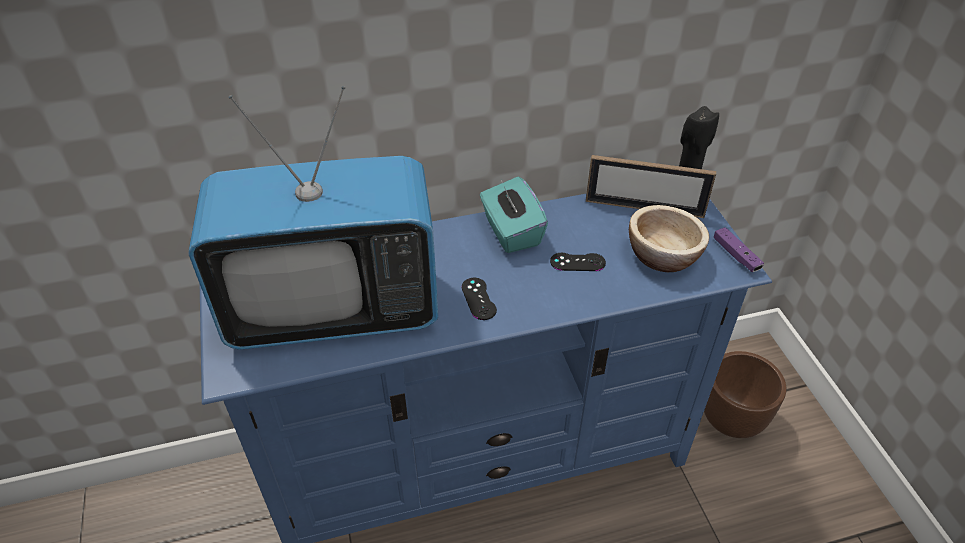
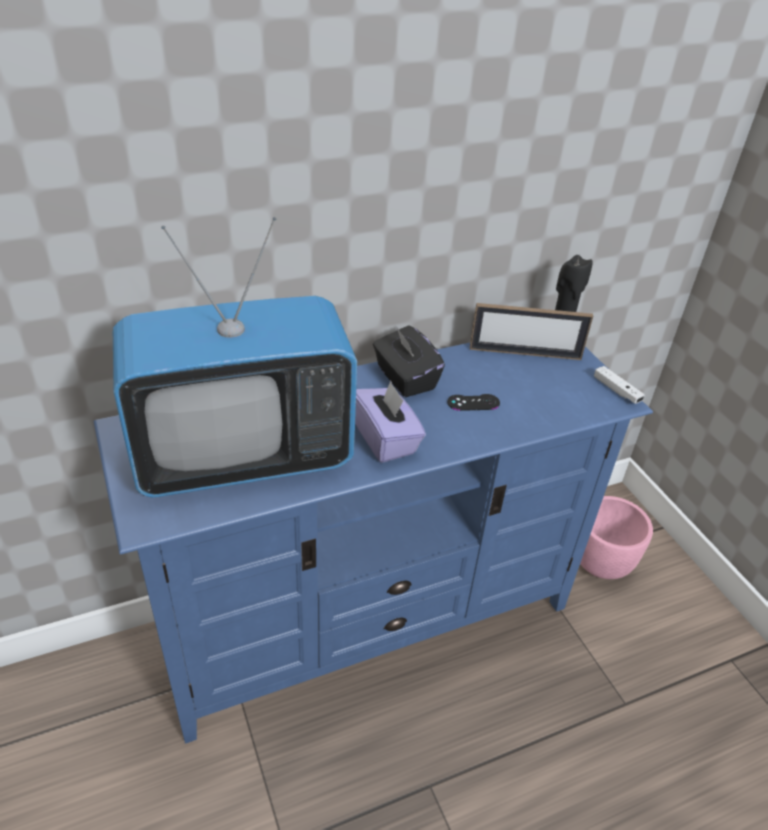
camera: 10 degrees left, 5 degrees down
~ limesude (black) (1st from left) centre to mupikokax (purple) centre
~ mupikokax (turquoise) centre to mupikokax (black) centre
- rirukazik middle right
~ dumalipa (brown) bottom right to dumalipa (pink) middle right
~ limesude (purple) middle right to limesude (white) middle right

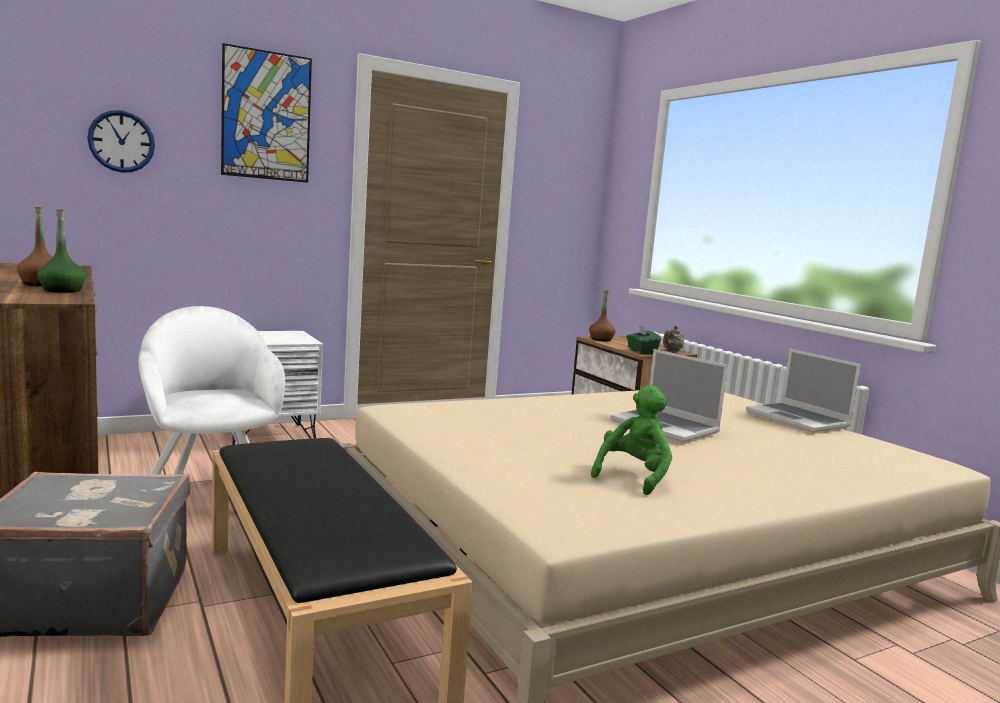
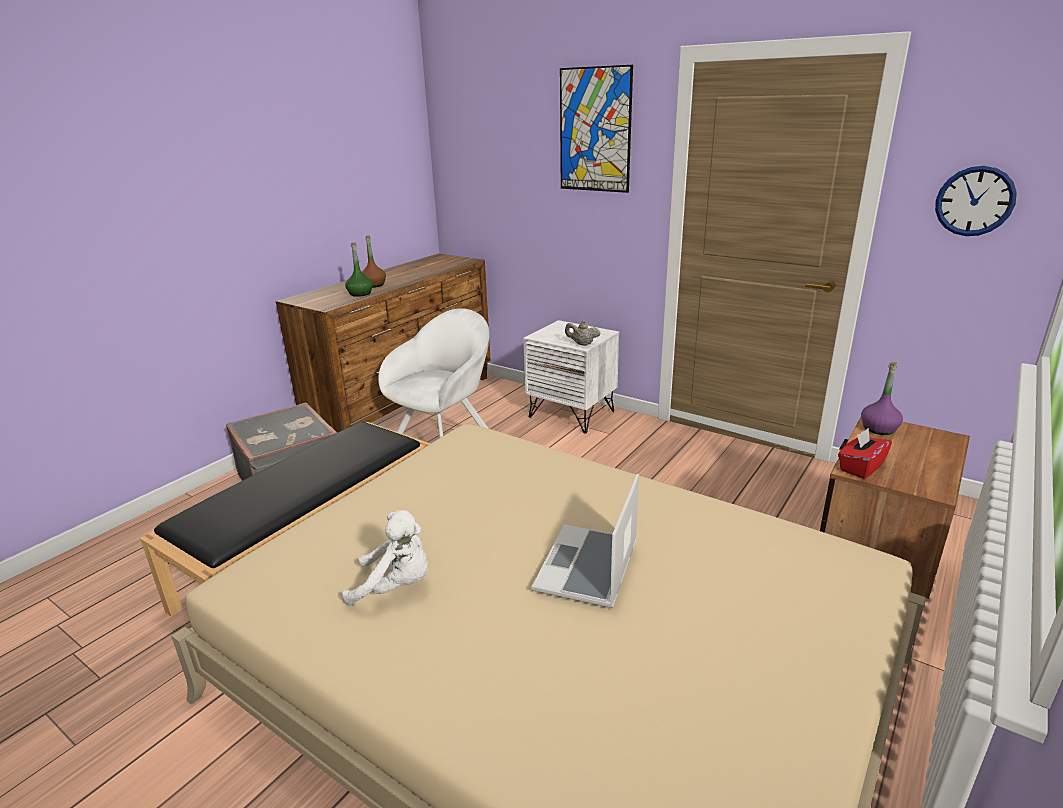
camera: 65 degrees right, 15 degrees up
~ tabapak top left to top right
~ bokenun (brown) (2nd from left) centre to bokenun (purple) middle right
~ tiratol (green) centre to tiratol (white) bottom centre
~ mupikokax (green) centre to mupikokax (red) middle right
~ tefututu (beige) middle right to centre
- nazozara (2nd from left) middle right

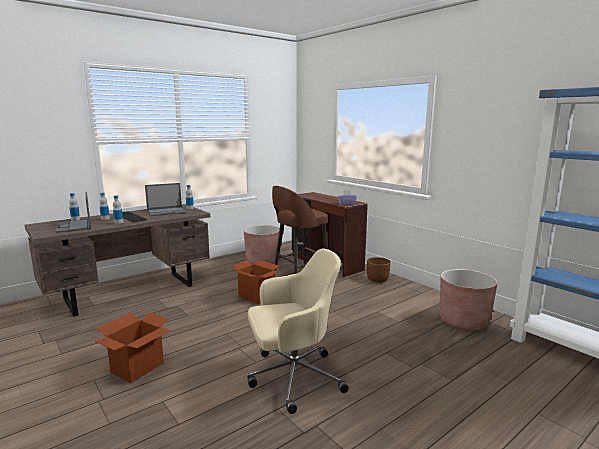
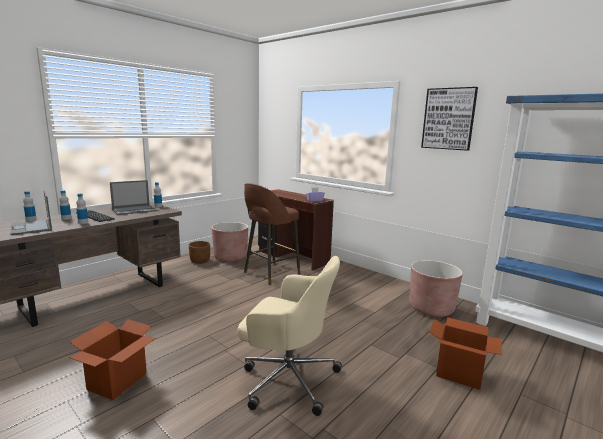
camera: 10 degrees left, 0 degrees up
~ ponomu (2nd from left) centre to bottom right
~ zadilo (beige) bottom centre = bottom centre 45 degrees clockwise
~ dumalipa (brown) (2nd from left in the first image) centre to dumalipa (brown) (1st from left) middle left
+ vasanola top right

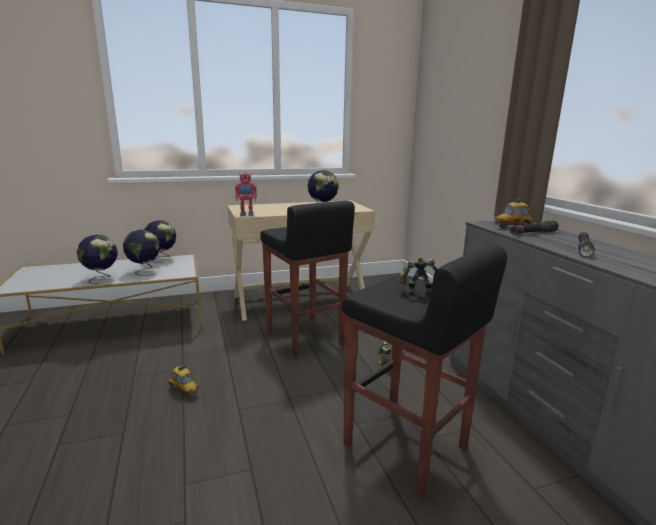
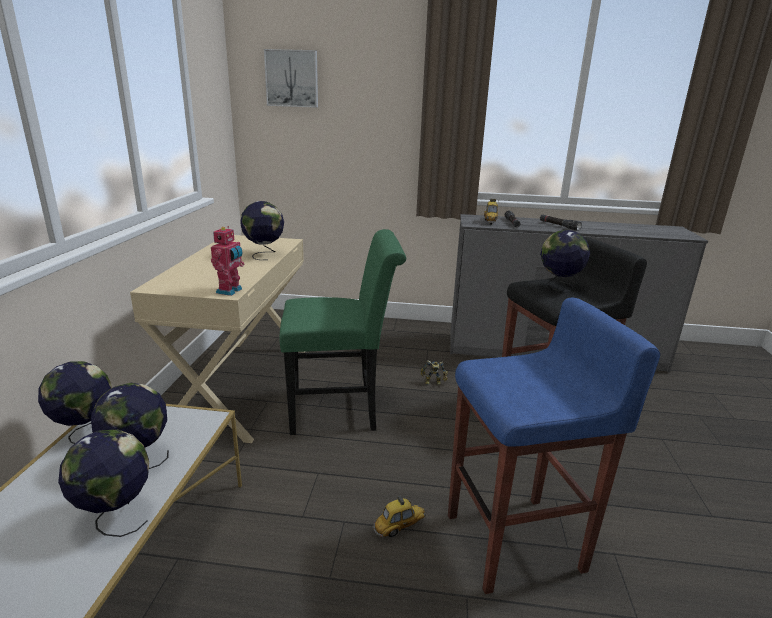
camera: 65 degrees left, 5 degrees up
~ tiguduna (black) (1st from left) centre to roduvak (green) centre
~ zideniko (3rd from left) centre to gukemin (5th from left) middle right
+ vasanola top centre
+ tiguduna (blue) bottom right

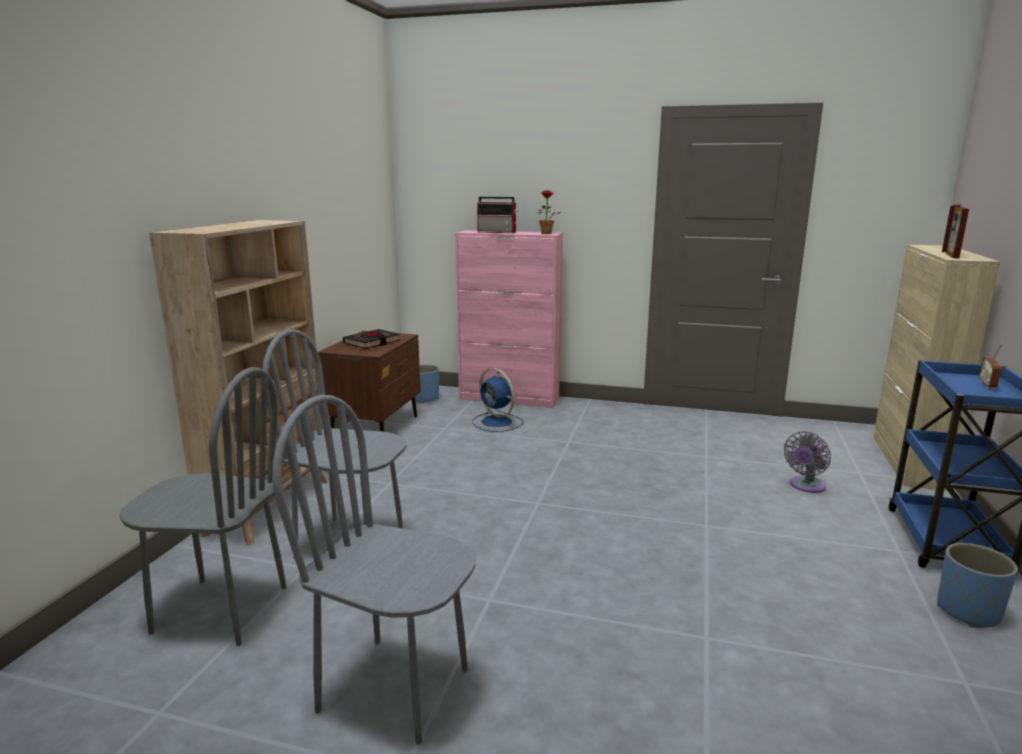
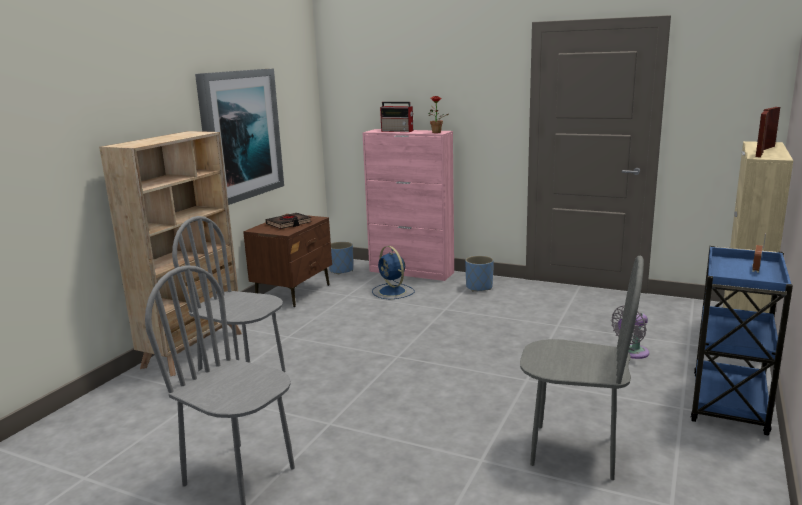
camera: 10 degrees right, 0 degrees up
~ roduvak (grey) (1st from left in the first image) bottom left to roduvak (grey) (3rd from left) bottom right
~ dumalipa (blue) (2nd from left) bottom right to centre
+ vasanola top left

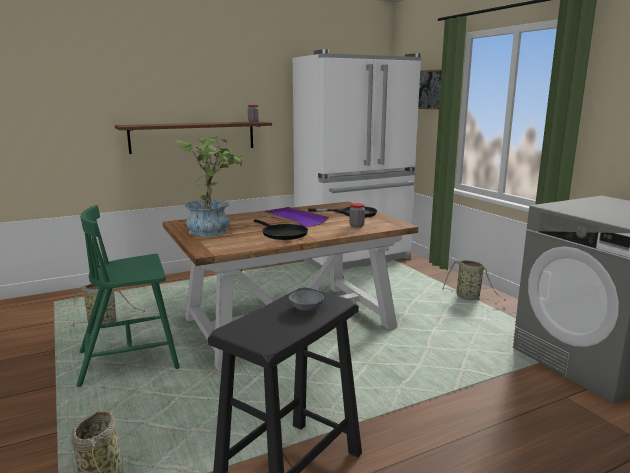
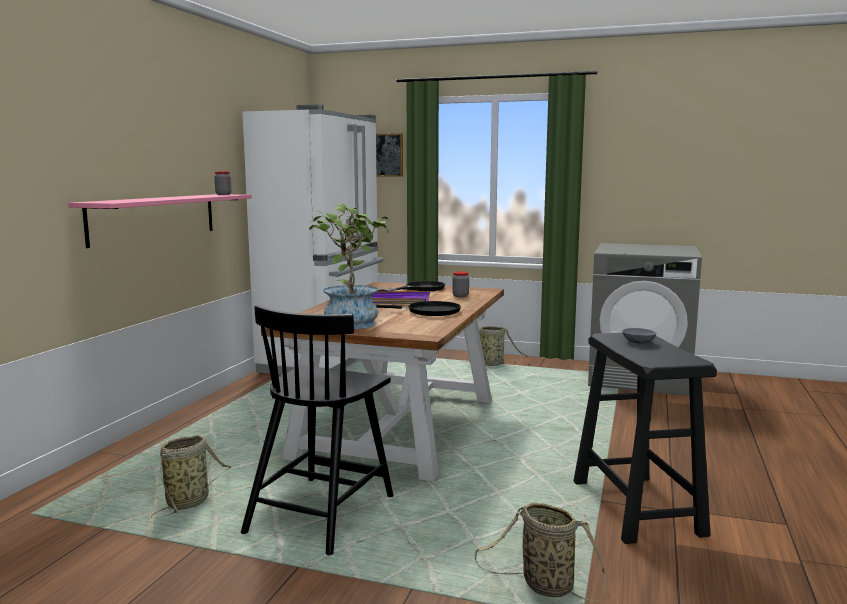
camera: 45 degrees left, 5 degrees down
~ roduvak (green) middle left to roduvak (black) bottom centre
~ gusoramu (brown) top left to gusoramu (pink) middle left

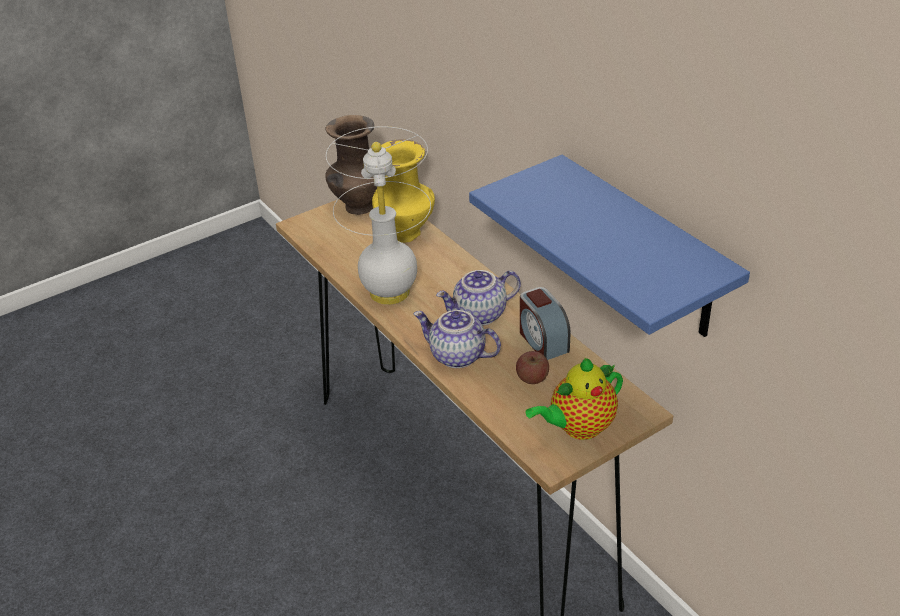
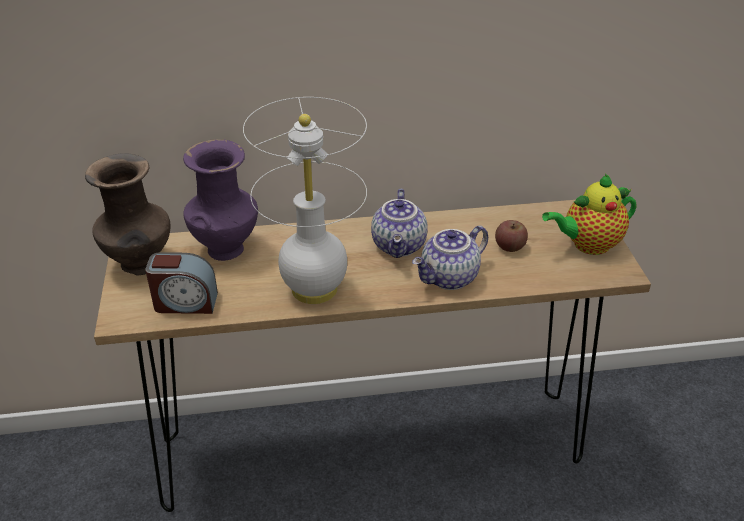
camera: 65 degrees left, 0 degrees up
~ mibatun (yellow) top centre to mibatun (purple) middle left
- gusoramu (blue) middle right
~ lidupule centre to middle left
~ tefututu (3rd from left) centre = middle right 75 degrees clockwise

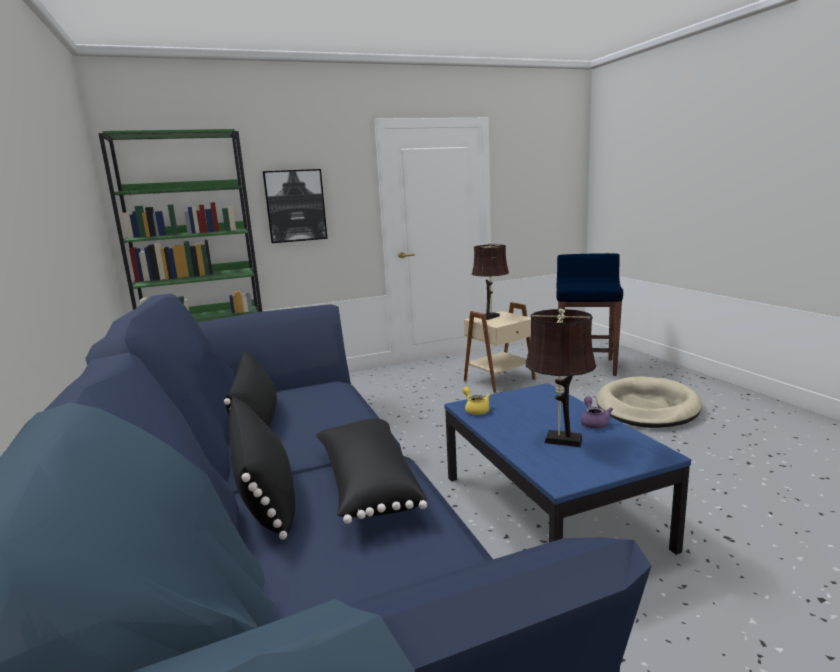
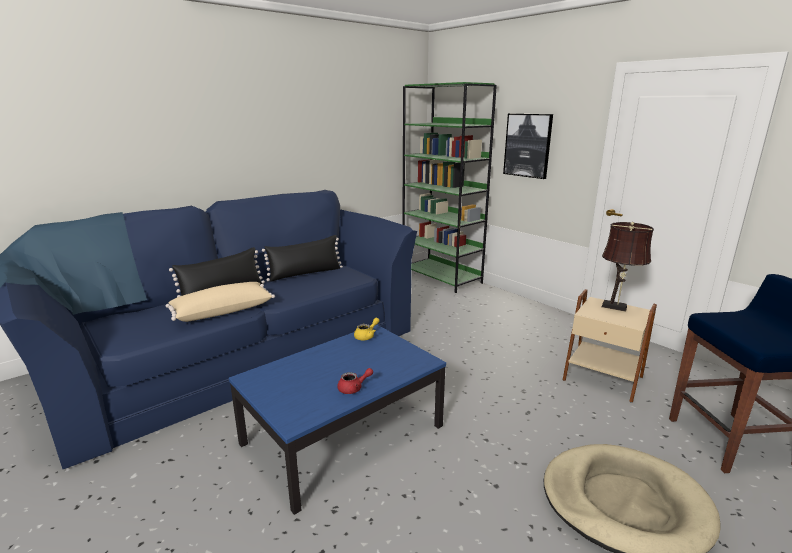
camera: 70 degrees right, 5 degrees up
~ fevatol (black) (3rd from left) bottom centre to fevatol (beige) middle left
- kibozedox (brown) (2nd from left) middle right
~ tefututu (purple) middle right to tefututu (red) bottom centre

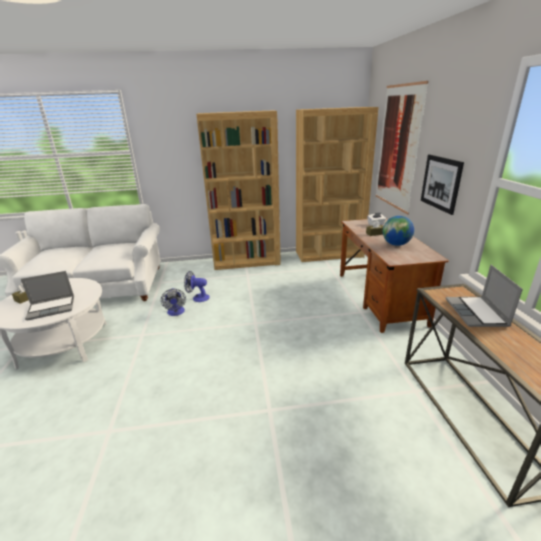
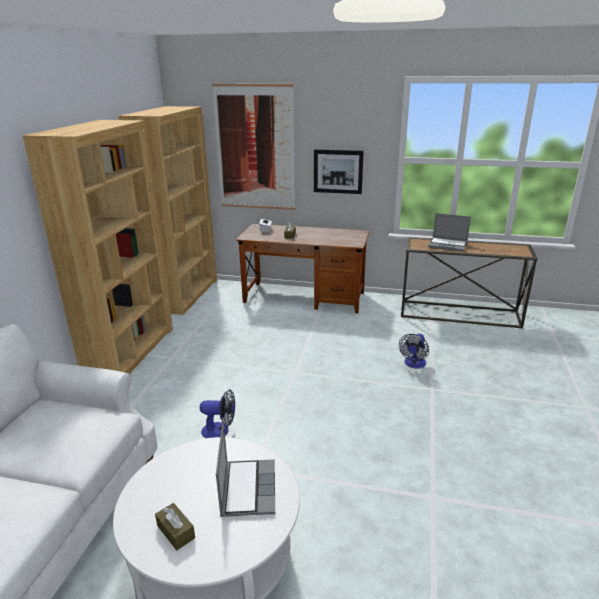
camera: 70 degrees left, 0 degrees up
~ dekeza (2nd from left) centre to middle right
- gukemin middle right

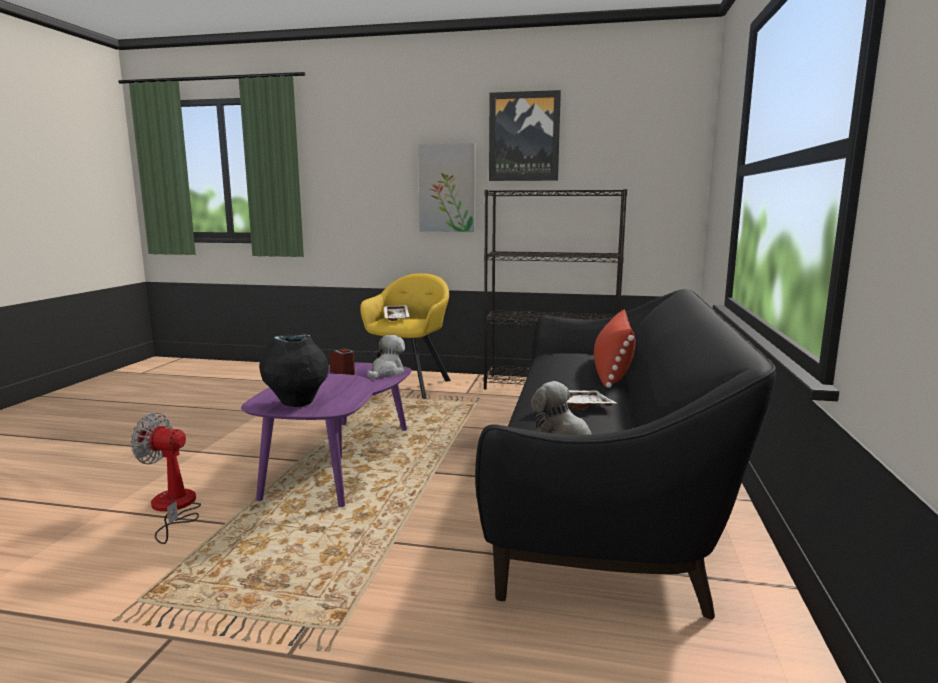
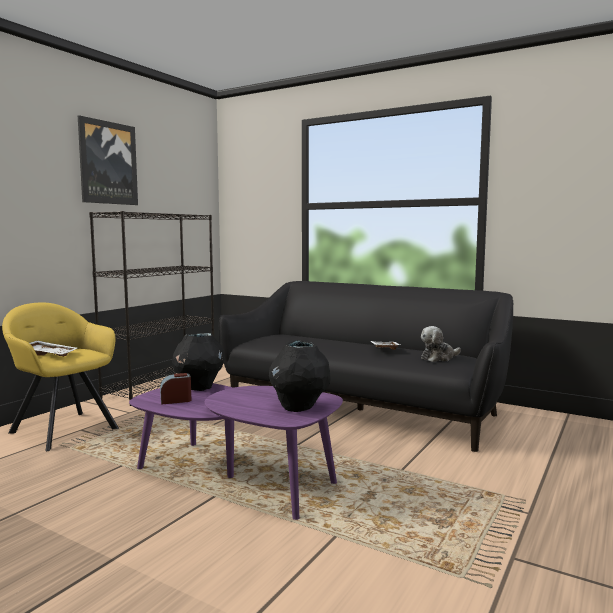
camera: 70 degrees left, 5 degrees down
- dekeza bottom left
~ tiratol (1st from left) centre to mibatun (black) (1st from left) middle left
- vasanola (1st from left) top centre
- fevatol (red) centre

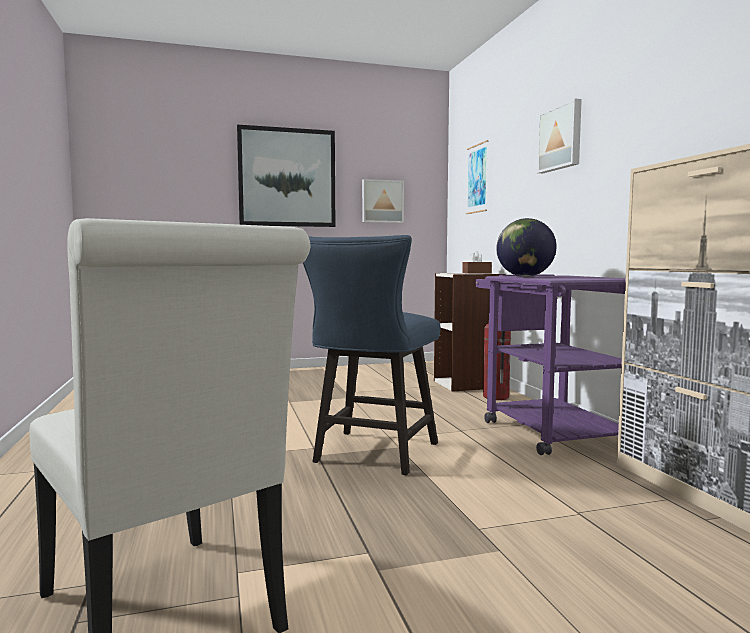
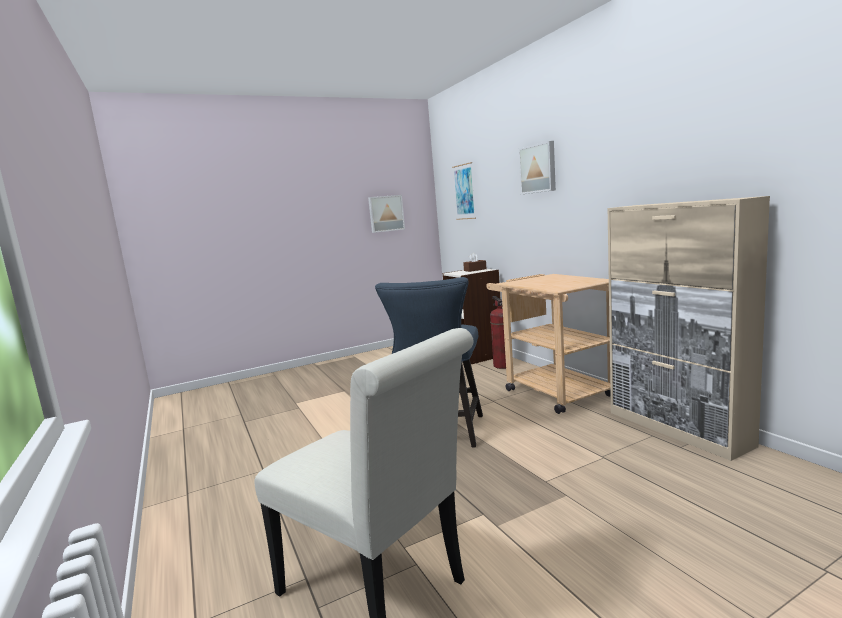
camera: 10 degrees left, 5 degrees up
- vasanola (1st from left) top centre
~ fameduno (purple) middle right to fameduno (beige) centre
- gukemin middle right

